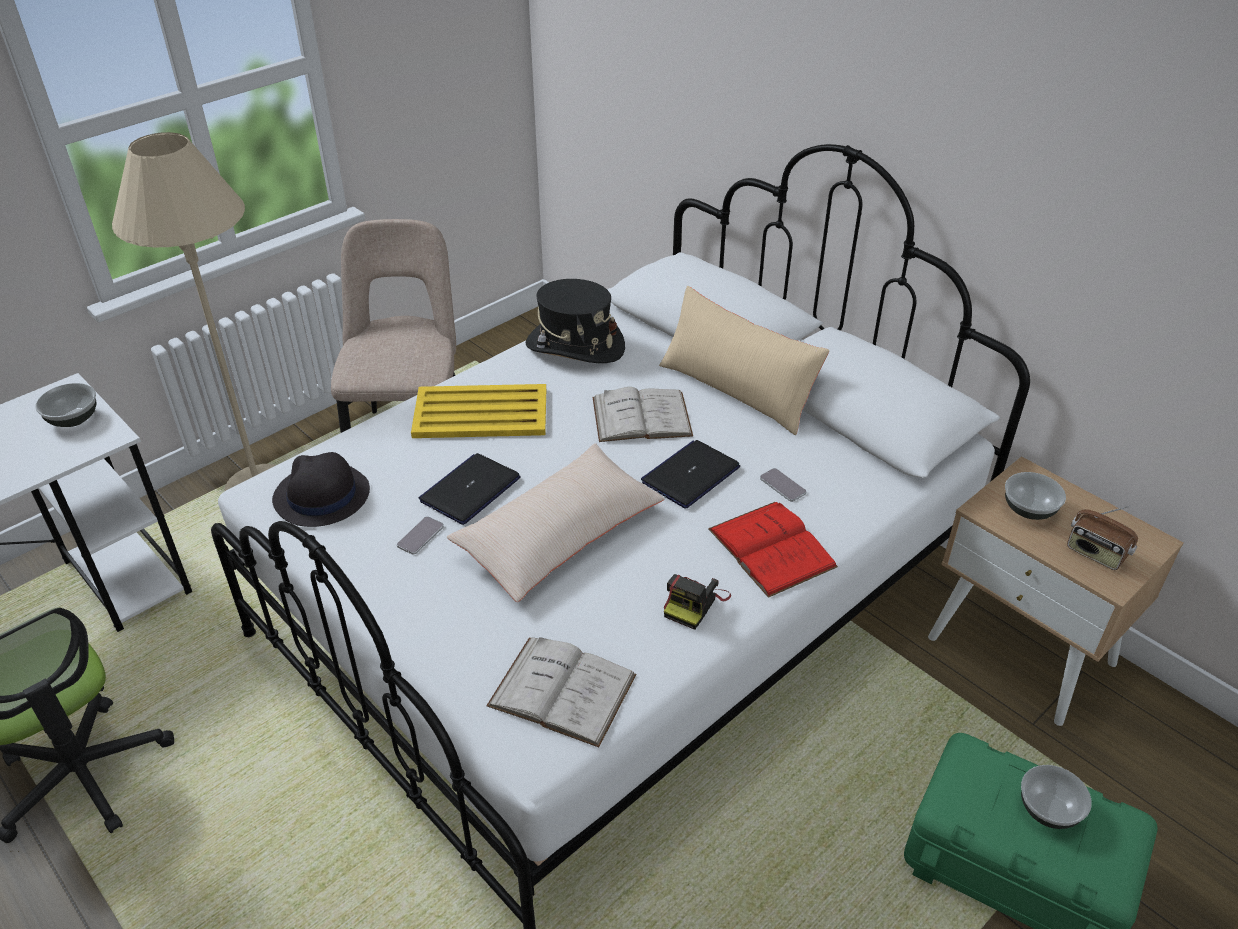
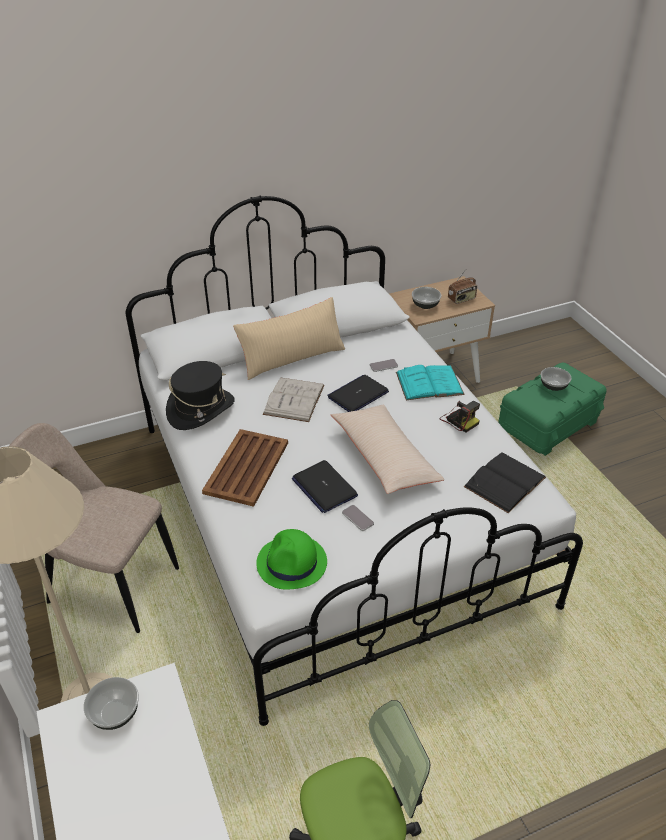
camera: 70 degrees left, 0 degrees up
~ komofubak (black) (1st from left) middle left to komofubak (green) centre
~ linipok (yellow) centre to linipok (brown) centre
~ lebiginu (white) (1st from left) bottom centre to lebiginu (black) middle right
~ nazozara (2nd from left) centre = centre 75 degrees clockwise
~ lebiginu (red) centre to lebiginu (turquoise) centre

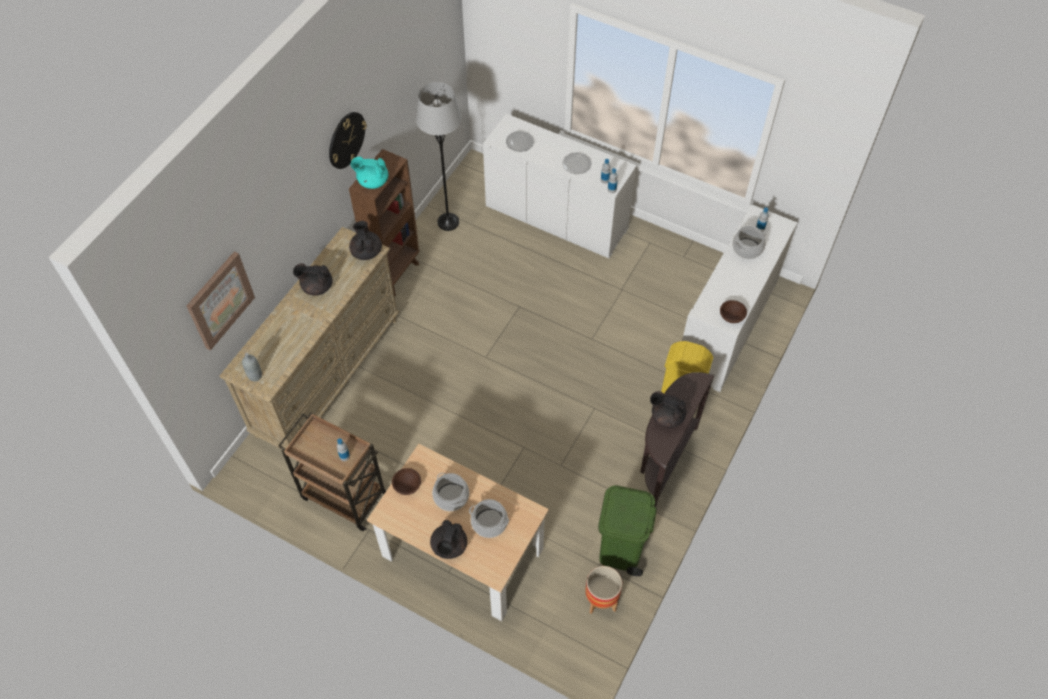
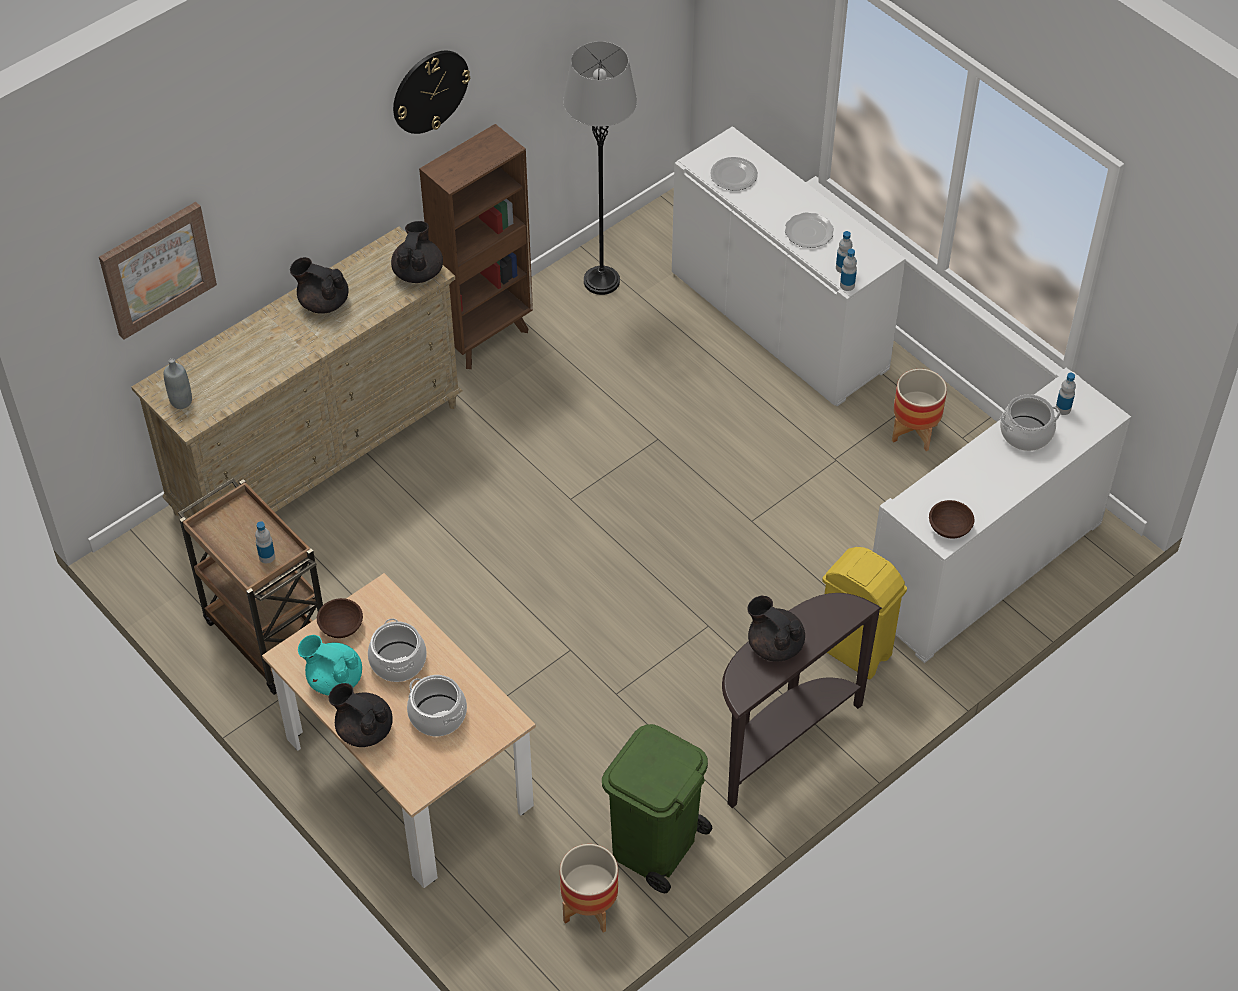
camera: 20 degrees right, 5 degrees down
~ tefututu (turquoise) top centre to bottom left
~ tefututu (black) (3rd from left in the first image) bottom centre = bottom left 90 degrees clockwise
+ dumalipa (2nd from left) middle right

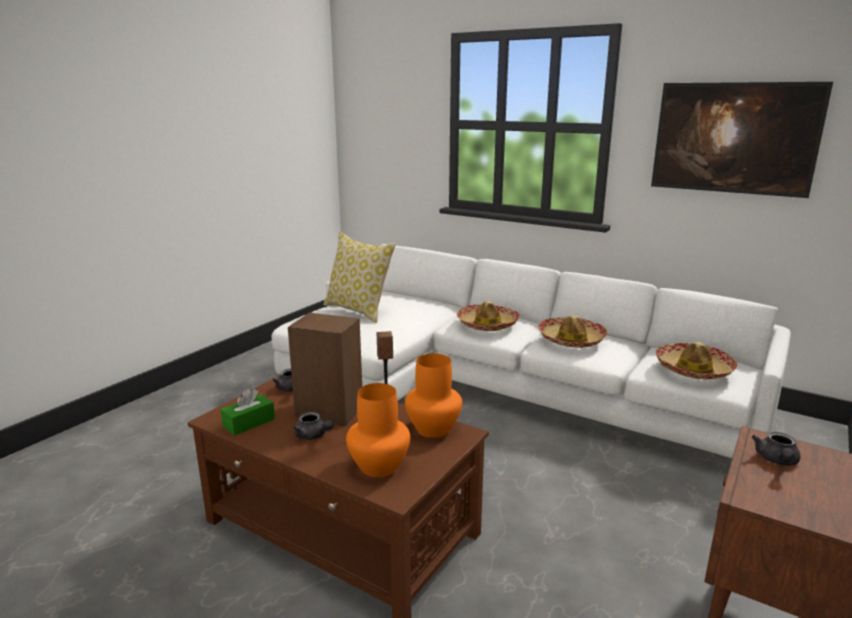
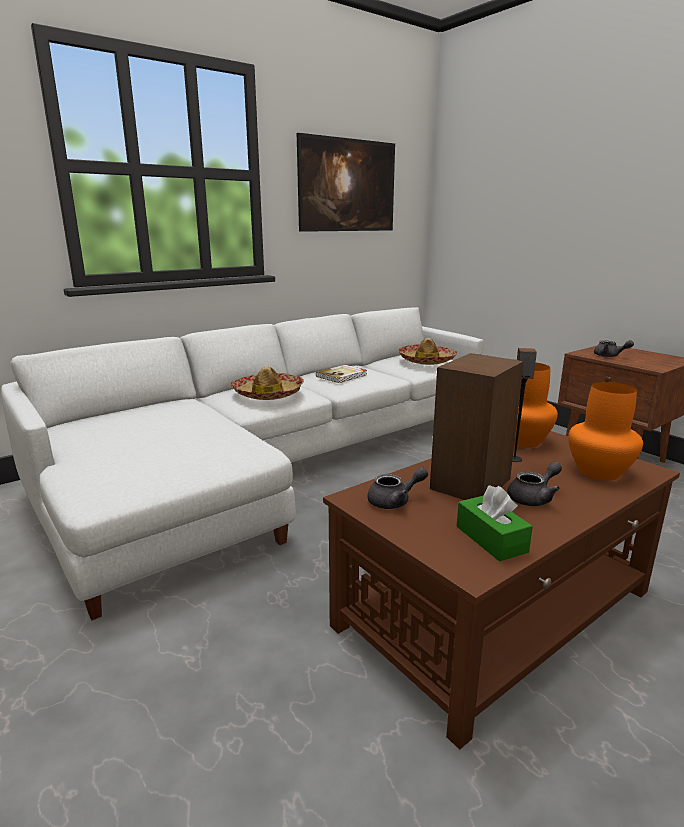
camera: 70 degrees left, 0 degrees up
- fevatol centre
~ komofubak (2nd from left) middle right to lebiginu centre

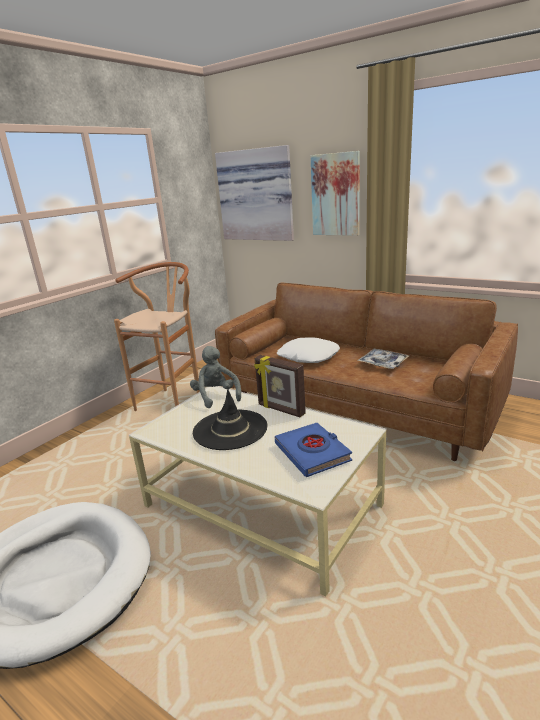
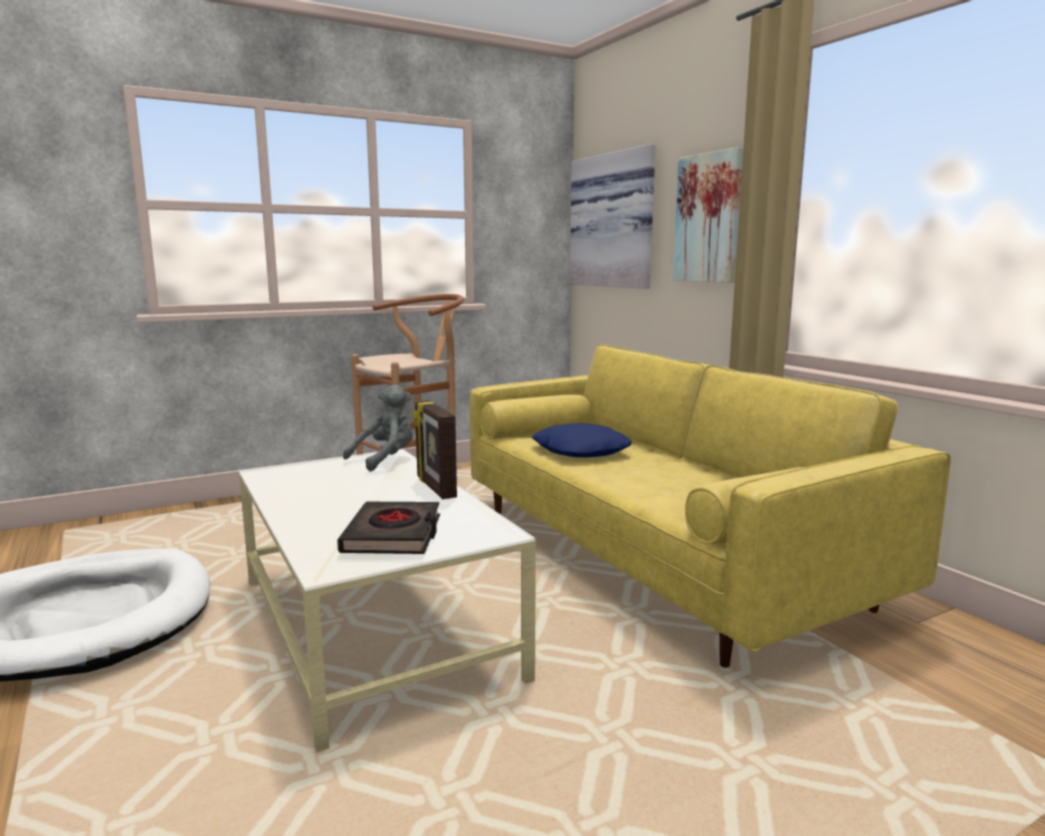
camera: 25 degrees right, 10 degrees down
~ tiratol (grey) centre = centre 45 degrees clockwise
- komofubak (black) centre
~ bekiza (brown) middle right to bekiza (yellow) middle right
~ lebiginu (blue) centre to lebiginu (black) centre
~ fevatol (white) centre to fevatol (blue) centre
- linipok middle right

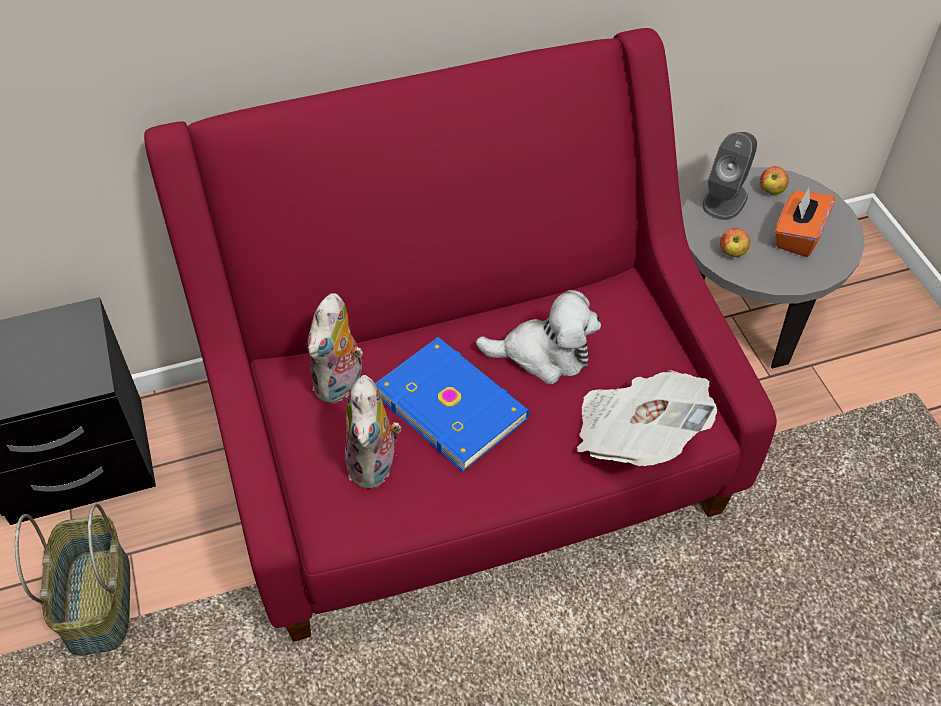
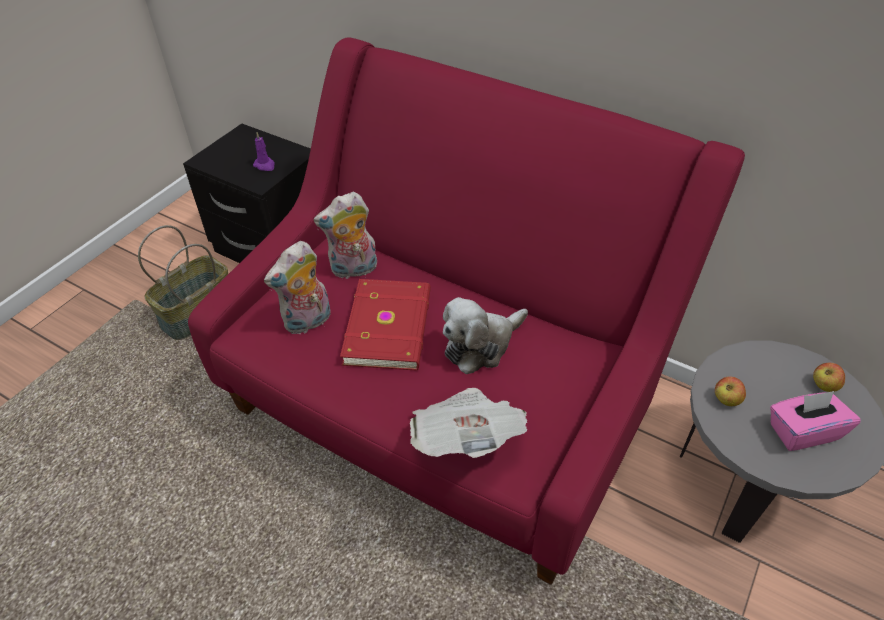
camera: 50 degrees right, 5 degrees down
~ lebiginu (blue) centre to lebiginu (red) centre
~ tiratol (3rd from left) centre = centre 90 degrees clockwise
- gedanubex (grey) top right
~ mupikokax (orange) top right to mupikokax (pink) bottom right
+ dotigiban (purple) top left

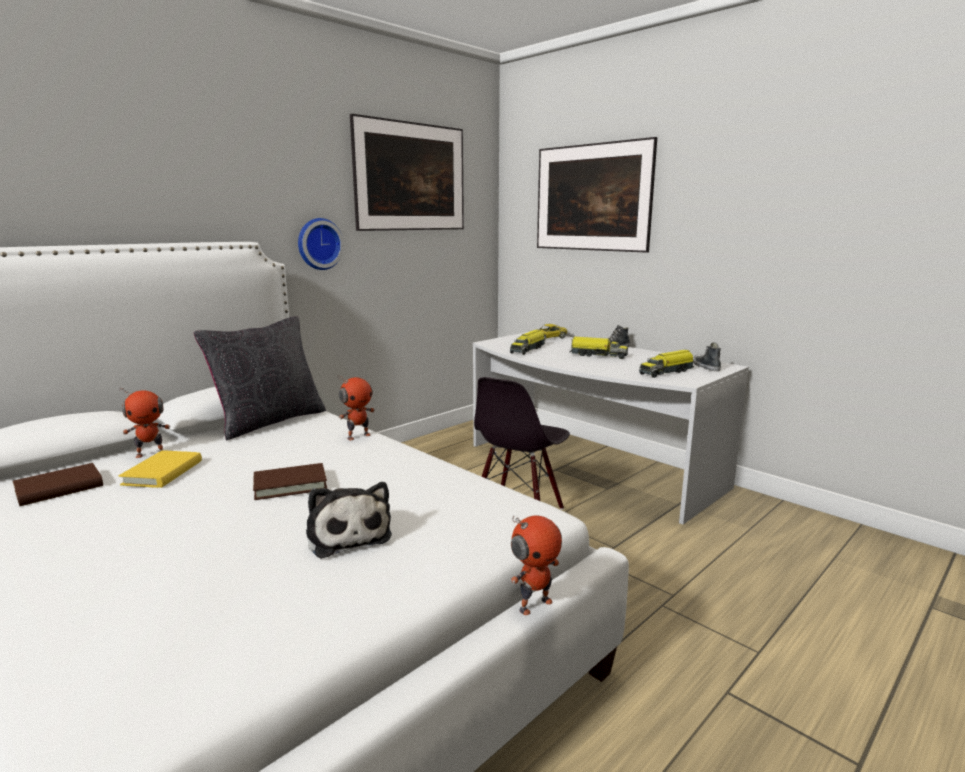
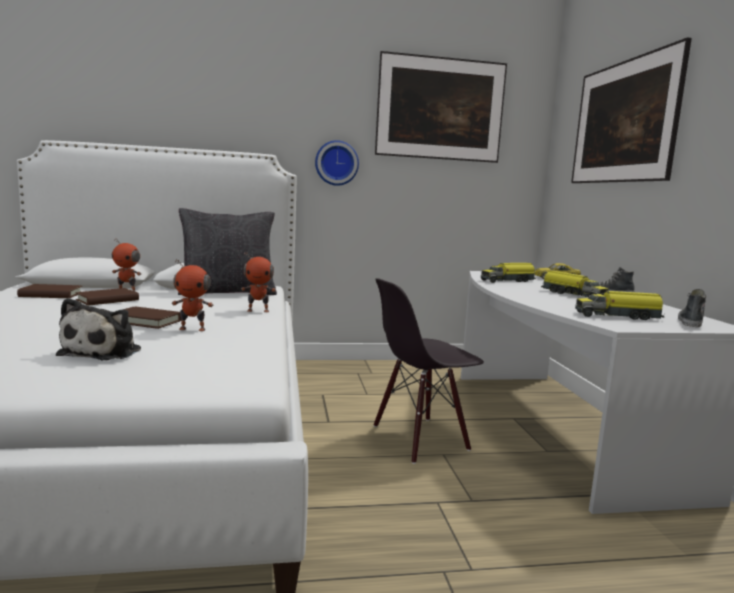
camera: 35 degrees right, 5 degrees down
~ lebiginu (yellow) middle left to lebiginu (brown) (2nd from left) middle left
~ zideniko (3rd from left in the first image) bottom centre to zideniko (2nd from left) middle left

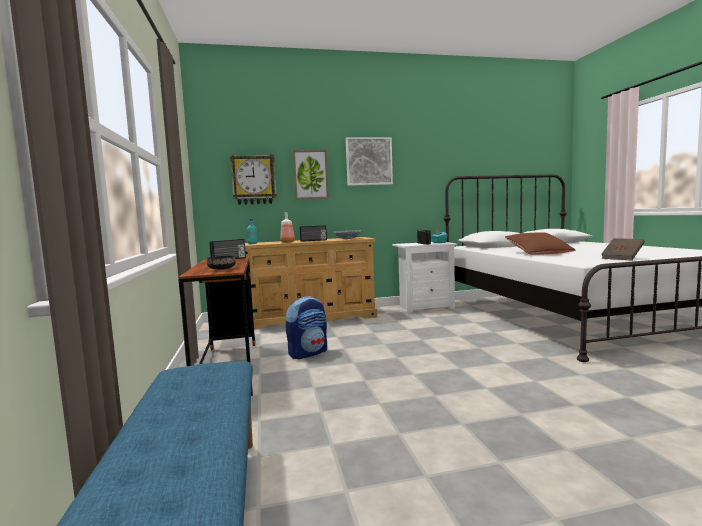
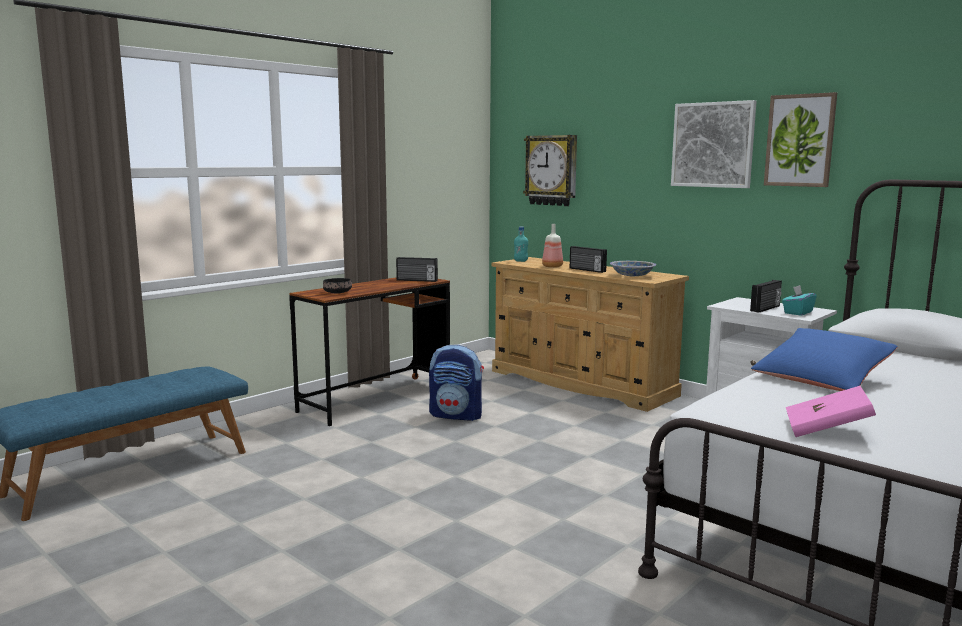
camera: 55 degrees right, 5 degrees up
~ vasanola (1st from left in the first image) top centre to vasanola (2nd from left) top right
~ fevatol (brown) middle right to fevatol (blue) middle right
~ lebiginu (brown) middle right to lebiginu (pink) middle right

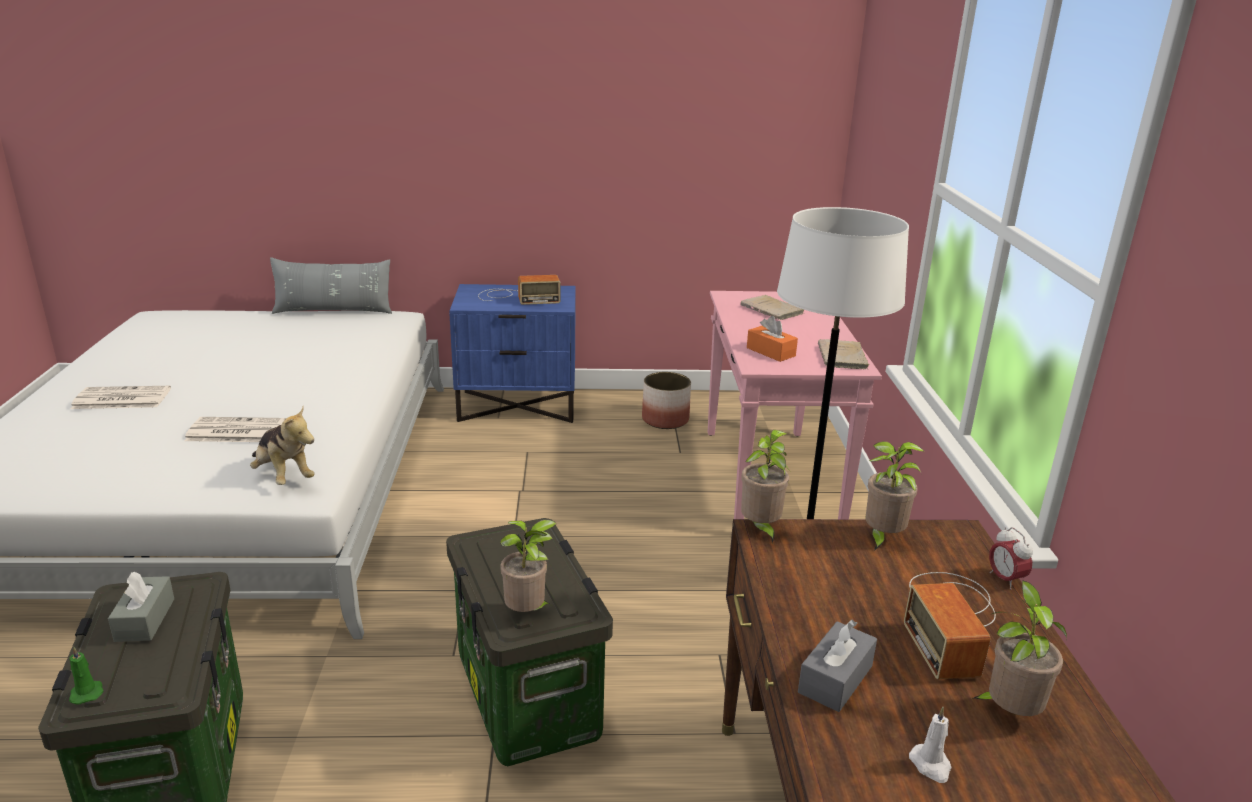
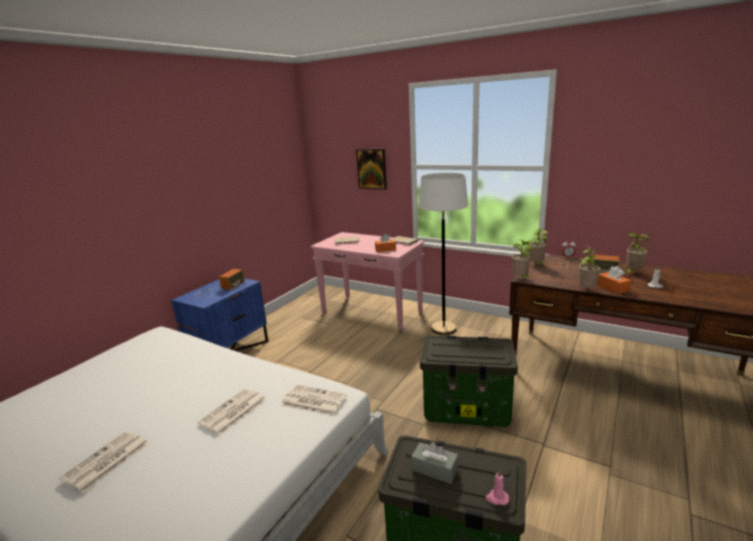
camera: 55 degrees left, 5 degrees down
~ dotigiban (green) bottom left to dotigiban (pink) bottom centre
~ tiratol middle left to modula (3rd from left) bottom centre
- fevatol (grey) middle left
~ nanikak (1st from left in the first image) bottom centre to nanikak (3rd from left) middle right
- dumalipa centre
~ mupikokax (grey) (2nd from left) bottom right to mupikokax (orange) (2nd from left) middle right
+ vasanola top centre

